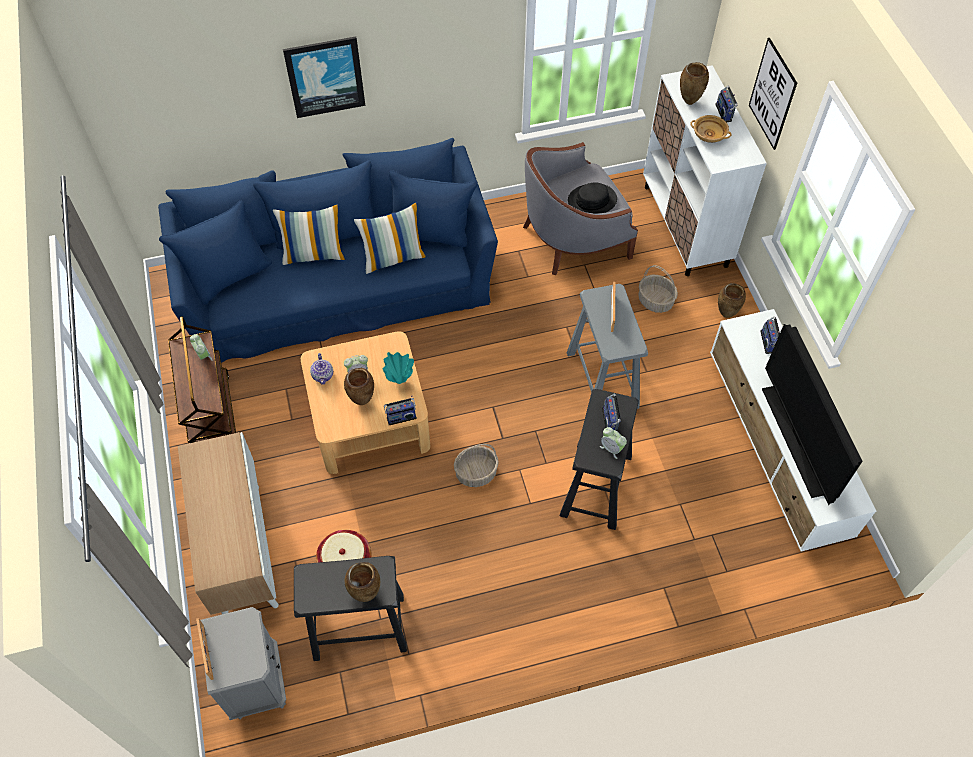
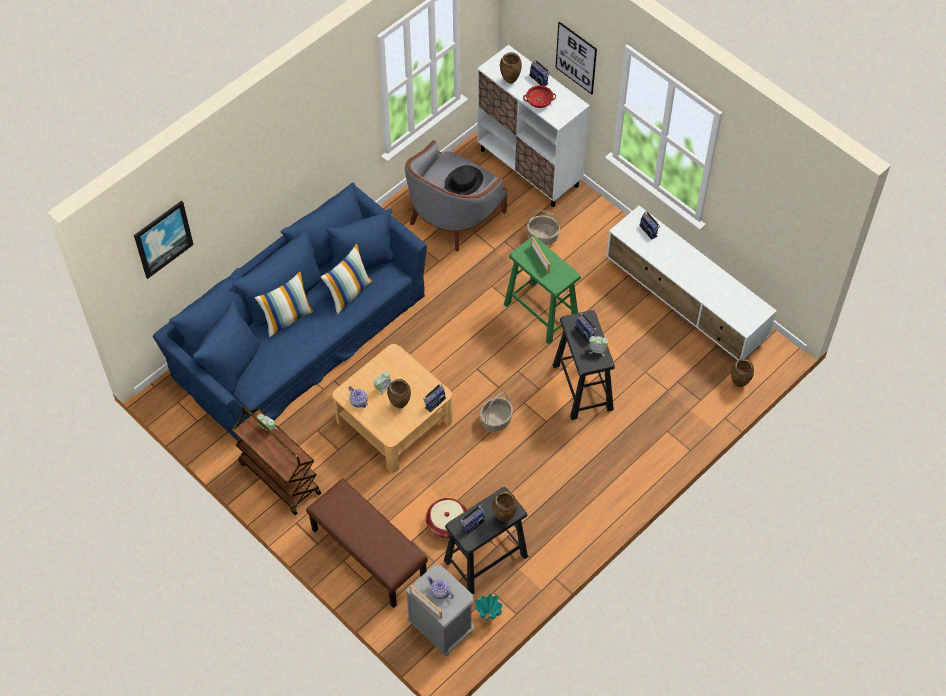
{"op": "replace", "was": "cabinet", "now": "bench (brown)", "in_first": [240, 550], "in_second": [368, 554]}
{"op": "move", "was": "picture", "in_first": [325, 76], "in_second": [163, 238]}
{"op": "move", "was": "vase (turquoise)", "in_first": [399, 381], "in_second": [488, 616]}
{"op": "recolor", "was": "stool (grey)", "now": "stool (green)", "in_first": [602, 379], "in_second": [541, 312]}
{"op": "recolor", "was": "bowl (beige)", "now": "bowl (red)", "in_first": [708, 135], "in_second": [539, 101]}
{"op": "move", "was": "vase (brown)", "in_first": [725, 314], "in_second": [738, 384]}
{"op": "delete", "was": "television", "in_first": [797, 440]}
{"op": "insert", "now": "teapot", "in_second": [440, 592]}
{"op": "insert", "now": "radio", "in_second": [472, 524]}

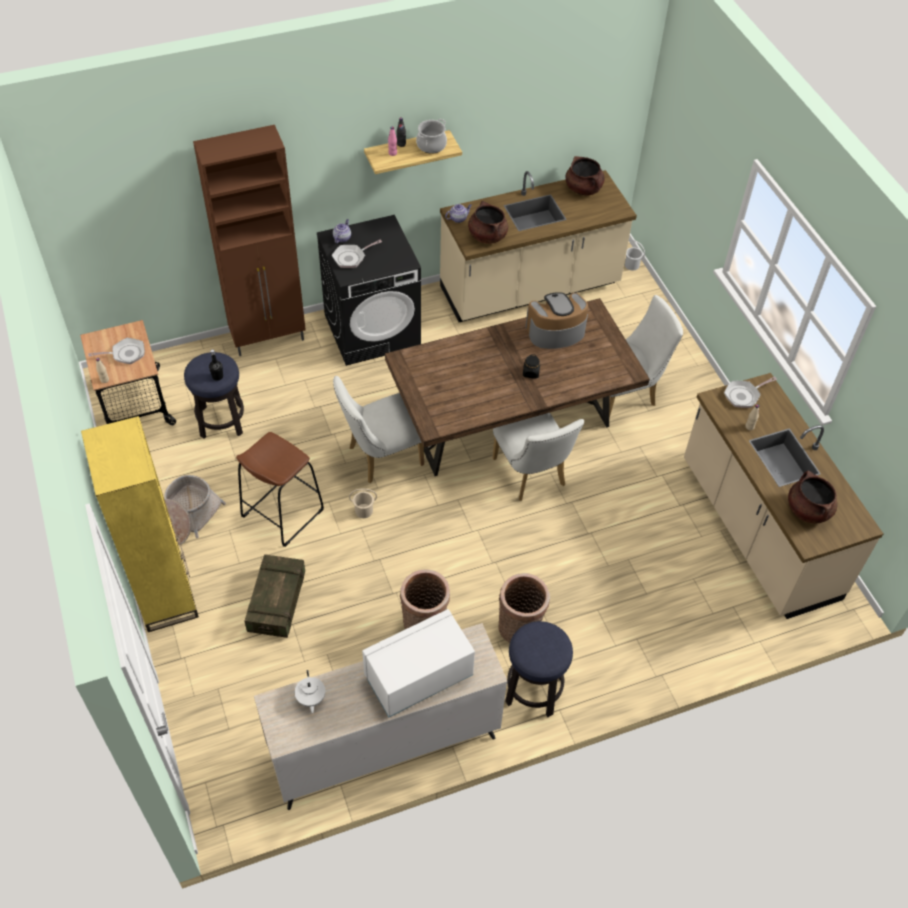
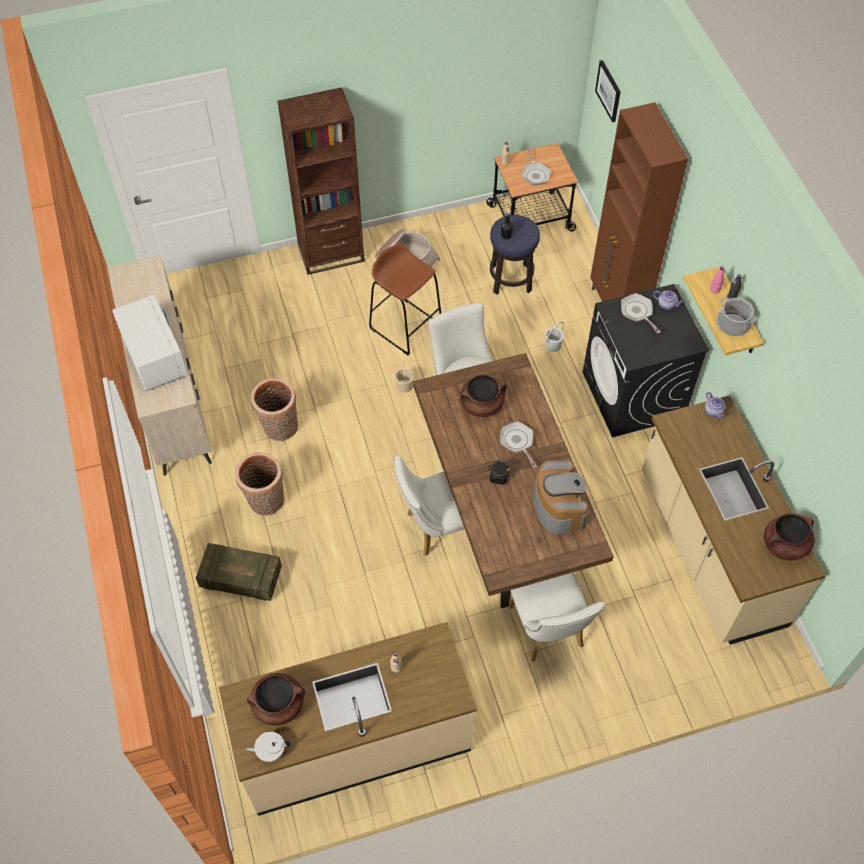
{"op": "recolor", "was": "bookcase (yellow)", "now": "bookcase (brown)", "in_first": [166, 594], "in_second": [331, 253]}
{"op": "move", "was": "crate", "in_first": [277, 603], "in_second": [241, 578]}
{"op": "move", "was": "teapot (white)", "in_first": [310, 698], "in_second": [270, 750]}
{"op": "move", "was": "cooking pot (brown)", "in_first": [487, 236], "in_second": [482, 404]}
{"op": "delete", "was": "stool", "in_first": [533, 690]}
{"op": "move", "was": "bucket (white)", "in_first": [632, 265], "in_second": [553, 345]}
{"op": "move", "was": "frying pan", "in_first": [744, 395], "in_second": [517, 442]}
{"op": "insert", "now": "picture", "in_second": [609, 91]}

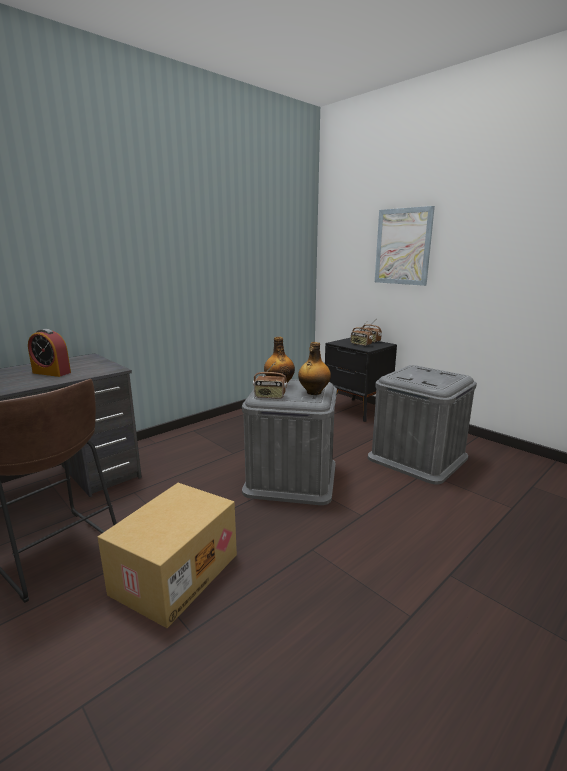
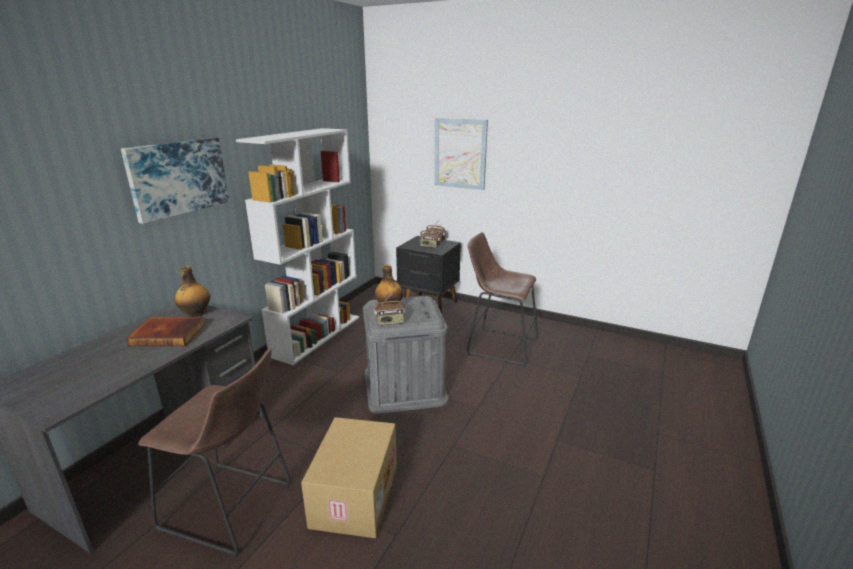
{"op": "replace", "was": "alarm clock", "now": "book", "in_first": [51, 373], "in_second": [169, 334]}
{"op": "move", "was": "bottle", "in_first": [313, 392], "in_second": [195, 314]}
{"op": "replace", "was": "storage box (grey)", "now": "stool (brown)", "in_first": [417, 457], "in_second": [498, 345]}
{"op": "insert", "now": "picture", "in_second": [178, 177]}
{"op": "insert", "now": "bookcase (white)", "in_second": [317, 335]}

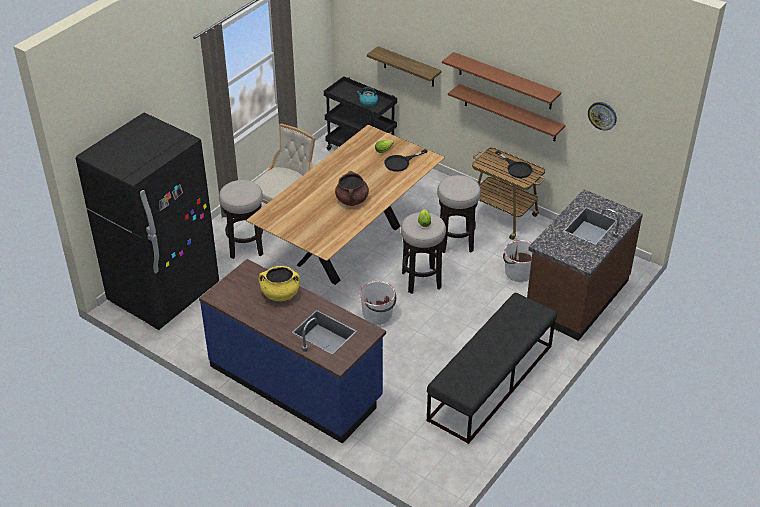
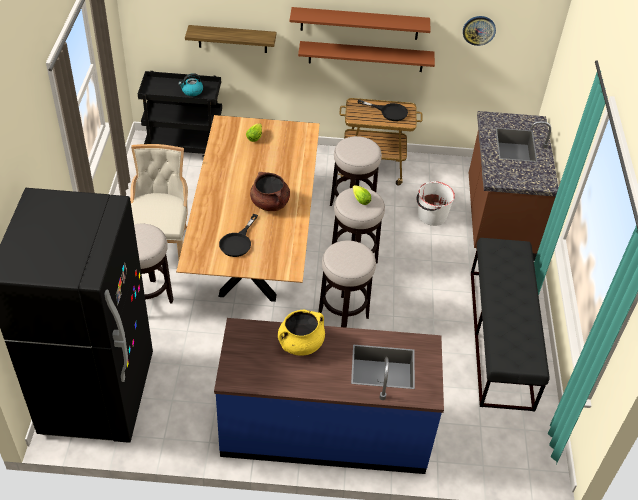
{"op": "replace", "was": "bucket (white)", "now": "stool", "in_first": [378, 315], "in_second": [343, 315]}
{"op": "move", "was": "frying pan (black)", "in_first": [401, 162], "in_second": [238, 242]}

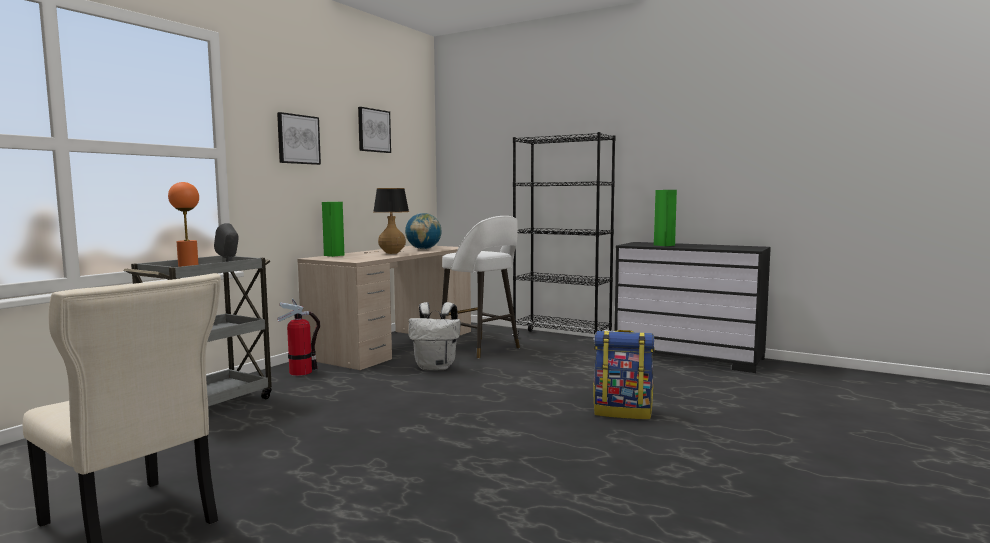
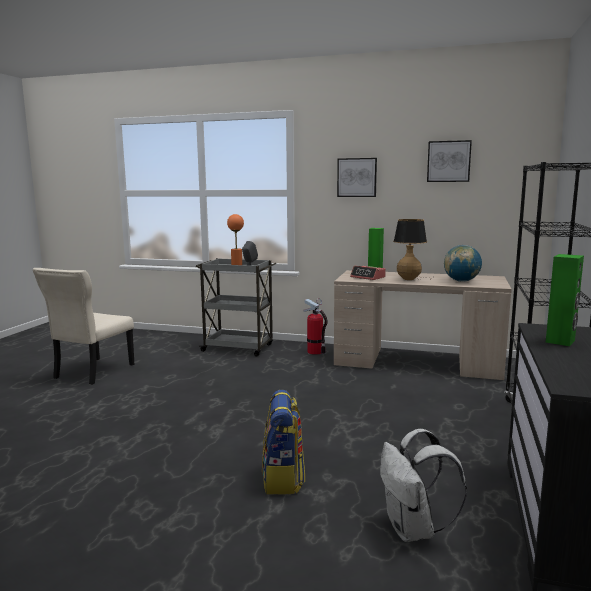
{"op": "move", "was": "backpack (white)", "in_first": [436, 367], "in_second": [413, 530]}
{"op": "delete", "was": "stool (white)", "in_first": [481, 348]}
{"op": "insert", "now": "alarm clock", "in_second": [368, 277]}

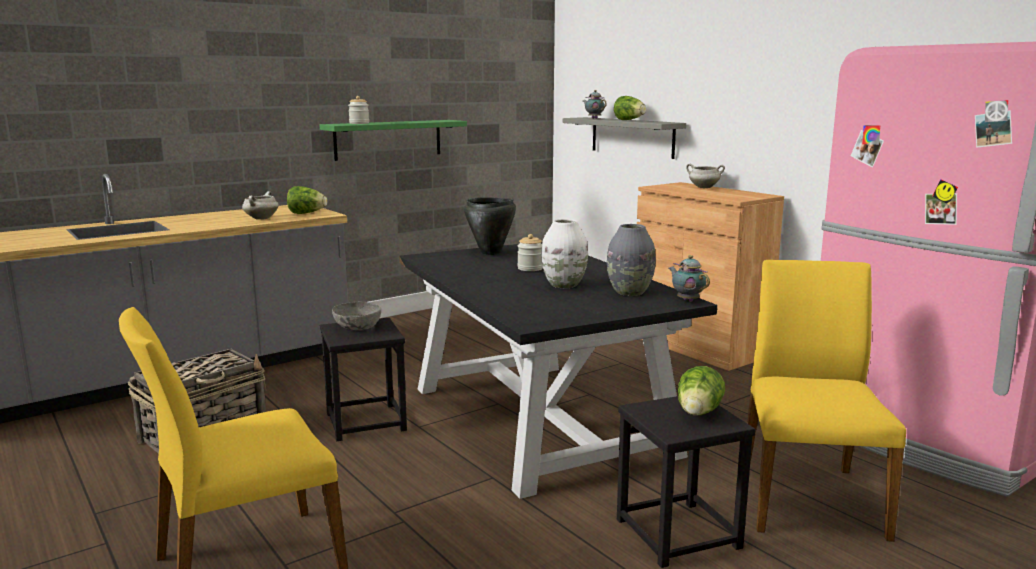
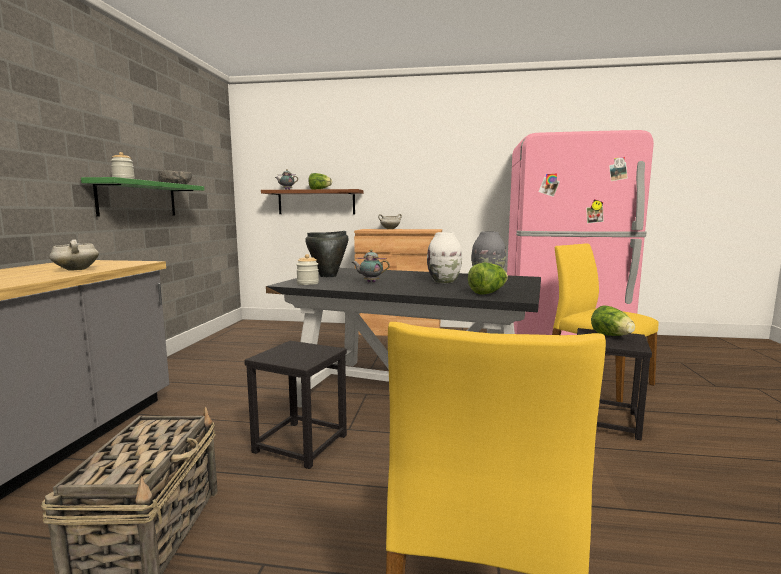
{"op": "move", "was": "lettuce", "in_first": [306, 213], "in_second": [488, 292]}
{"op": "move", "was": "bowl (grey)", "in_first": [357, 327], "in_second": [176, 184]}
{"op": "move", "was": "jar", "in_first": [530, 268], "in_second": [307, 283]}
{"op": "recolor", "was": "shelf (grey)", "now": "shelf (brown)", "in_first": [632, 137], "in_second": [316, 202]}
{"op": "move", "was": "teapot", "in_first": [687, 300], "in_second": [370, 282]}

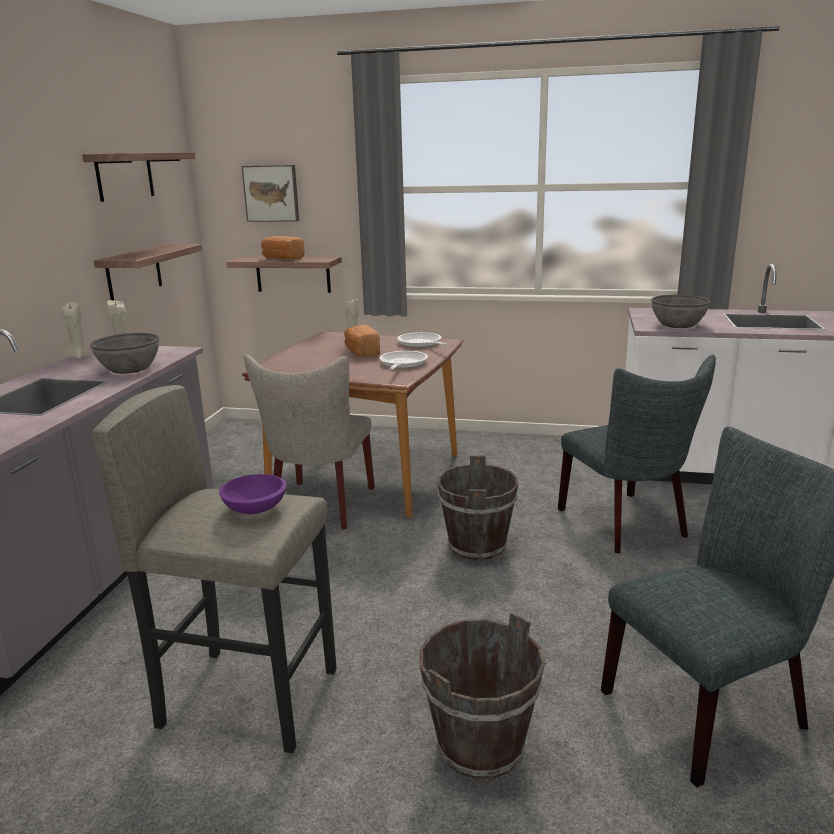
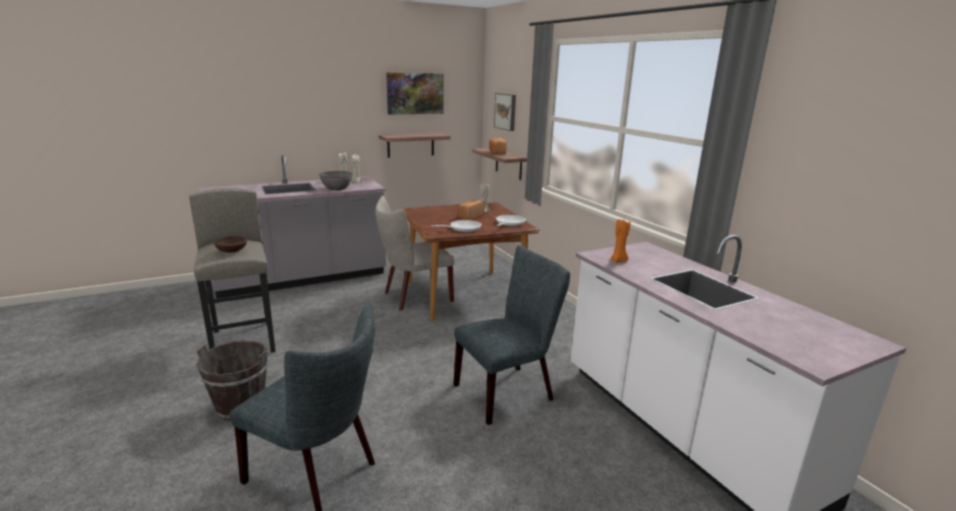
{"op": "replace", "was": "shelf", "now": "picture", "in_first": [125, 176], "in_second": [415, 93]}
{"op": "recolor", "was": "bowl (purple)", "now": "bowl (brown)", "in_first": [255, 509], "in_second": [231, 251]}
{"op": "delete", "was": "bucket (brown)", "in_first": [477, 546]}
{"op": "rotate", "was": "chair (grey)", "in_first": [627, 525], "in_second": [509, 391], "clockwise": -150}
{"op": "replace", "was": "bowl (grey)", "now": "candle (orange)", "in_first": [678, 325], "in_second": [619, 261]}

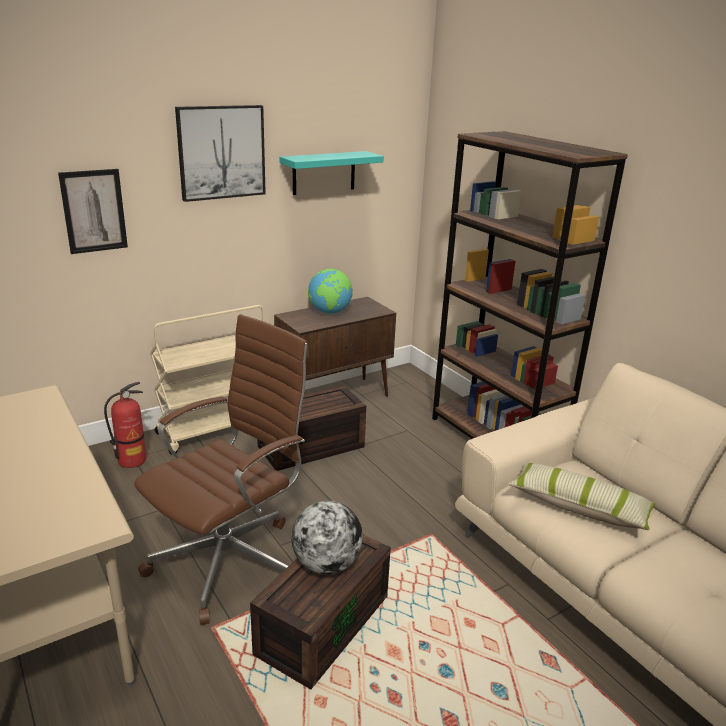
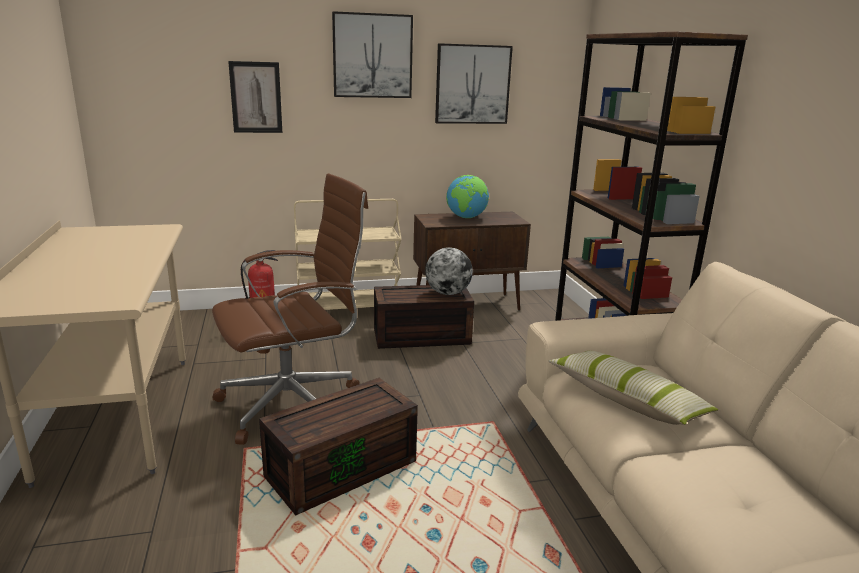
{"op": "replace", "was": "shelf (turquoise)", "now": "picture", "in_first": [324, 173], "in_second": [472, 84]}
{"op": "move", "was": "globe", "in_first": [326, 564], "in_second": [447, 293]}

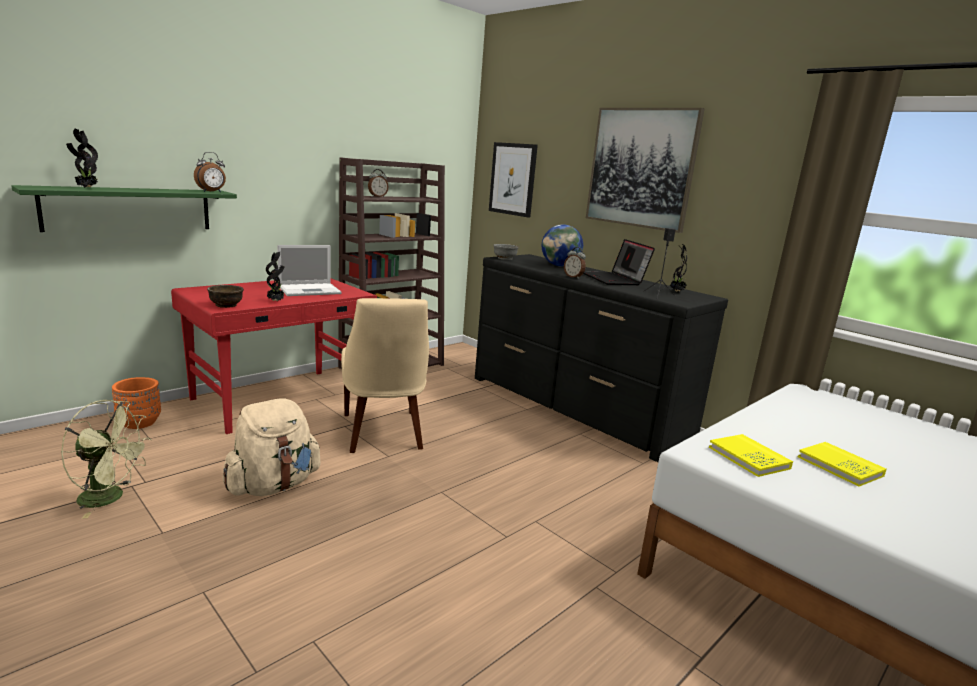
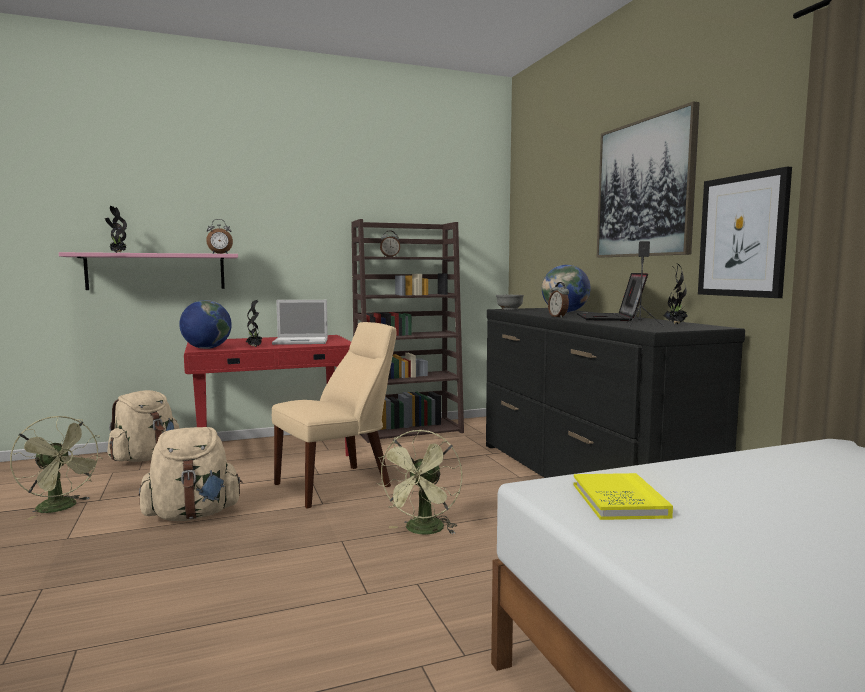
{"op": "recolor", "was": "shelf (green)", "now": "shelf (pink)", "in_first": [129, 209], "in_second": [156, 271]}
{"op": "replace", "was": "planter (orange)", "now": "backpack (beige)", "in_first": [139, 423], "in_second": [145, 458]}
{"op": "replace", "was": "bowl (brown)", "now": "globe", "in_first": [226, 305], "in_second": [206, 348]}
{"op": "rotate", "was": "chair (beige)", "in_first": [383, 433], "in_second": [338, 484], "clockwise": -135}
{"op": "move", "was": "picture", "in_first": [513, 179], "in_second": [743, 236]}
{"op": "delete", "was": "book (yellow)", "in_first": [839, 466]}
{"op": "insert", "now": "fan (green)", "in_second": [423, 531]}

